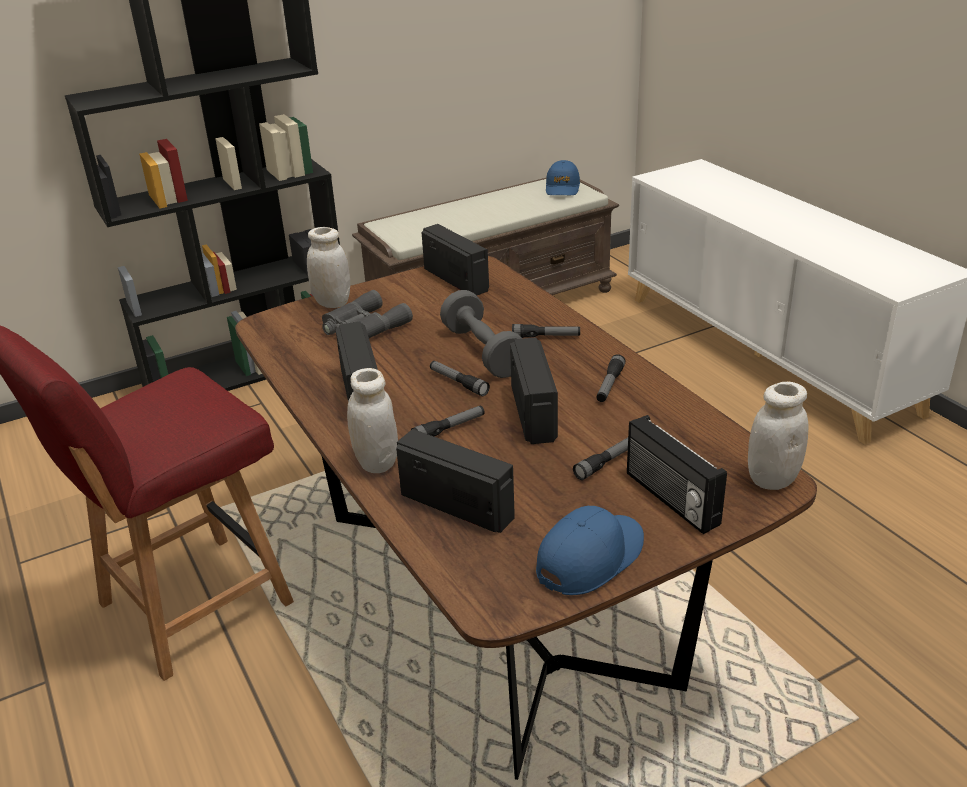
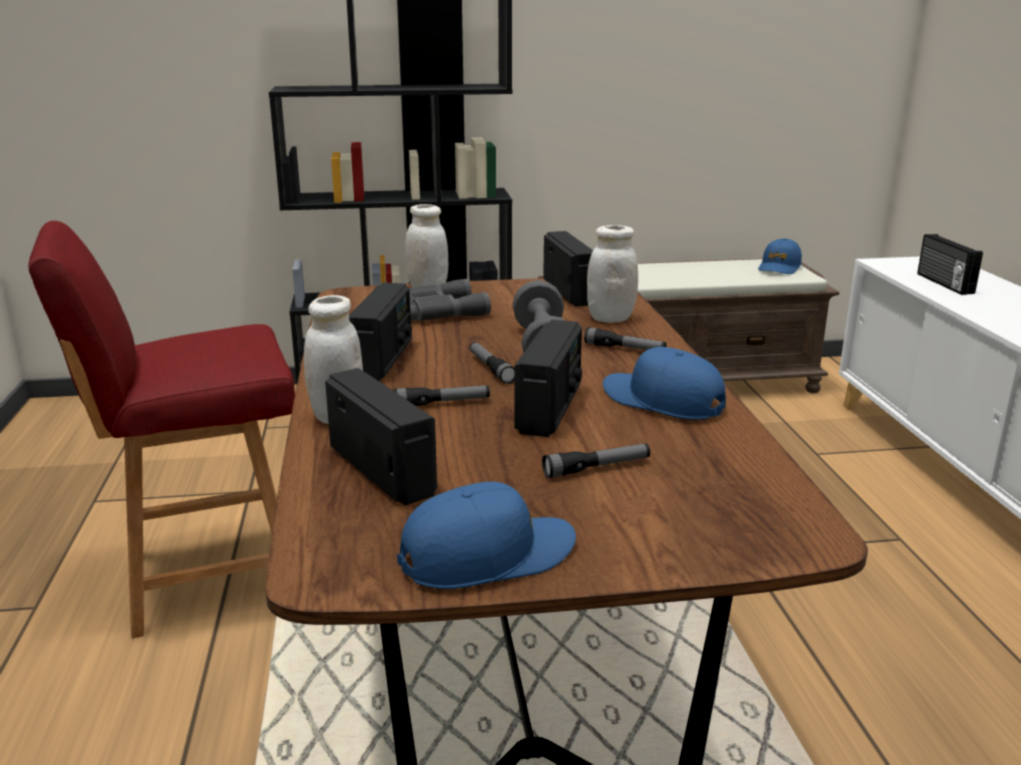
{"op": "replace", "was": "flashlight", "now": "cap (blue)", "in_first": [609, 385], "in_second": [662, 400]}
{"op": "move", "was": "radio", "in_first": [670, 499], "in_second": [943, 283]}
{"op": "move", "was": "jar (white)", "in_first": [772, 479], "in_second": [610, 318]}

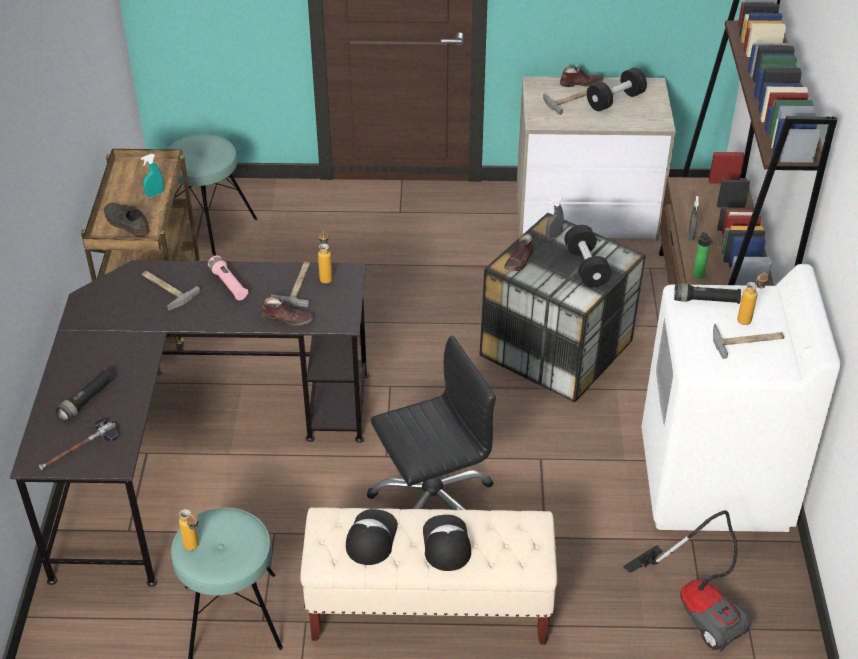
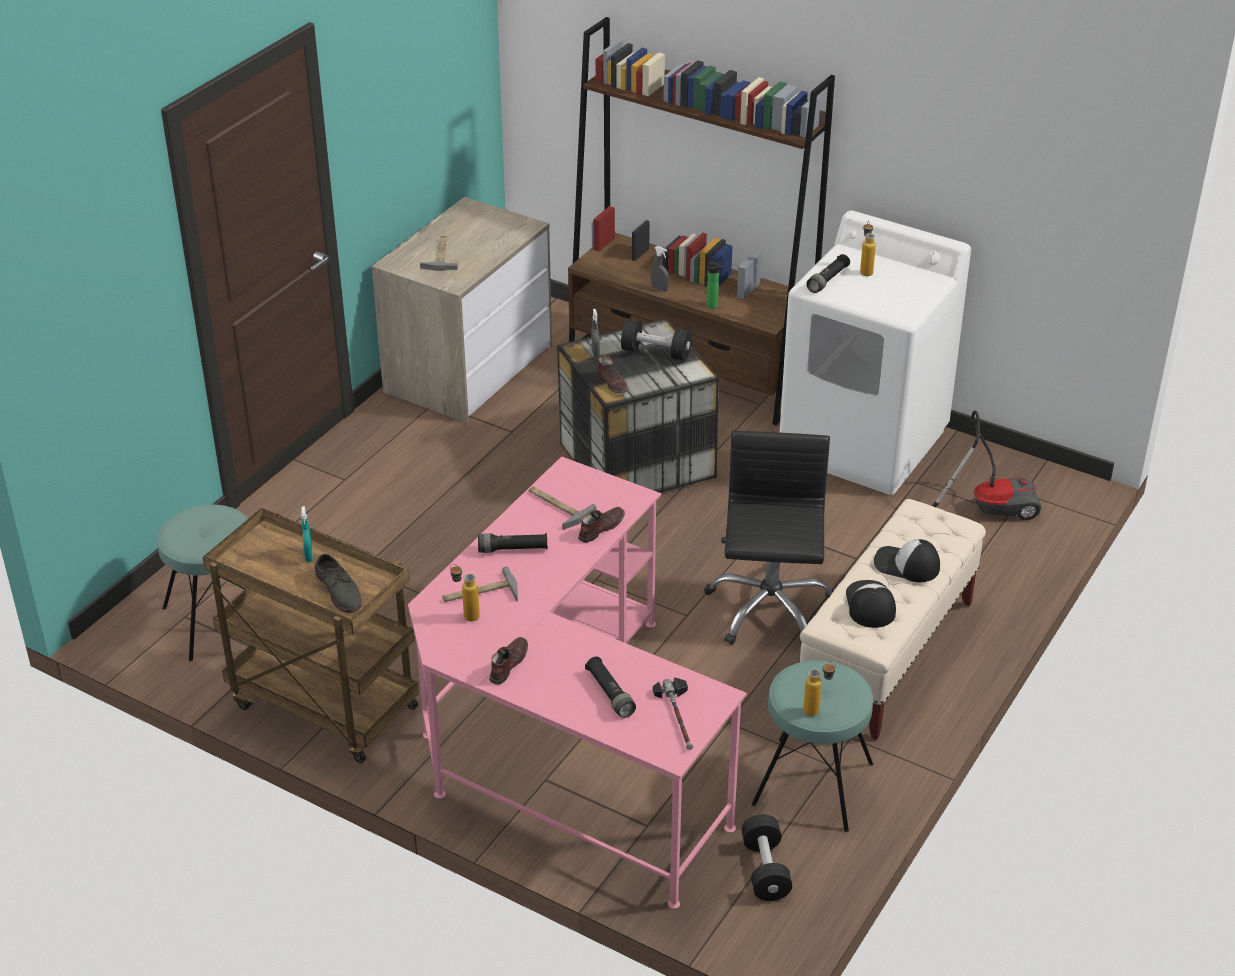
{"op": "recolor", "was": "desk (black)", "now": "desk (pink)", "in_first": [192, 446], "in_second": [564, 742]}
{"op": "rotate", "was": "shoe (grey)", "in_first": [126, 223], "in_second": [339, 590], "clockwise": -105}
{"op": "recolor", "was": "flashlight (pink)", "now": "flashlight (black)", "in_first": [228, 284], "in_second": [513, 549]}
{"op": "move", "was": "bottle", "in_first": [326, 276], "in_second": [465, 615]}
{"op": "rotate", "was": "cap", "in_first": [371, 537], "in_second": [869, 605], "clockwise": 45}
{"op": "move", "was": "shoe (brown)", "in_first": [581, 83], "in_second": [508, 664]}
{"op": "move", "was": "dumbbell (black)", "in_first": [615, 100], "in_second": [765, 870]}
{"op": "delete", "was": "hammer", "in_first": [748, 340]}

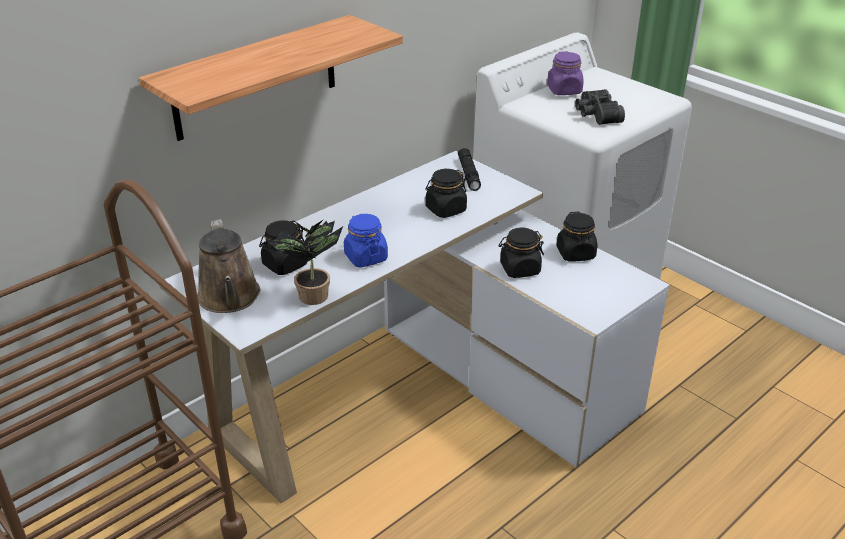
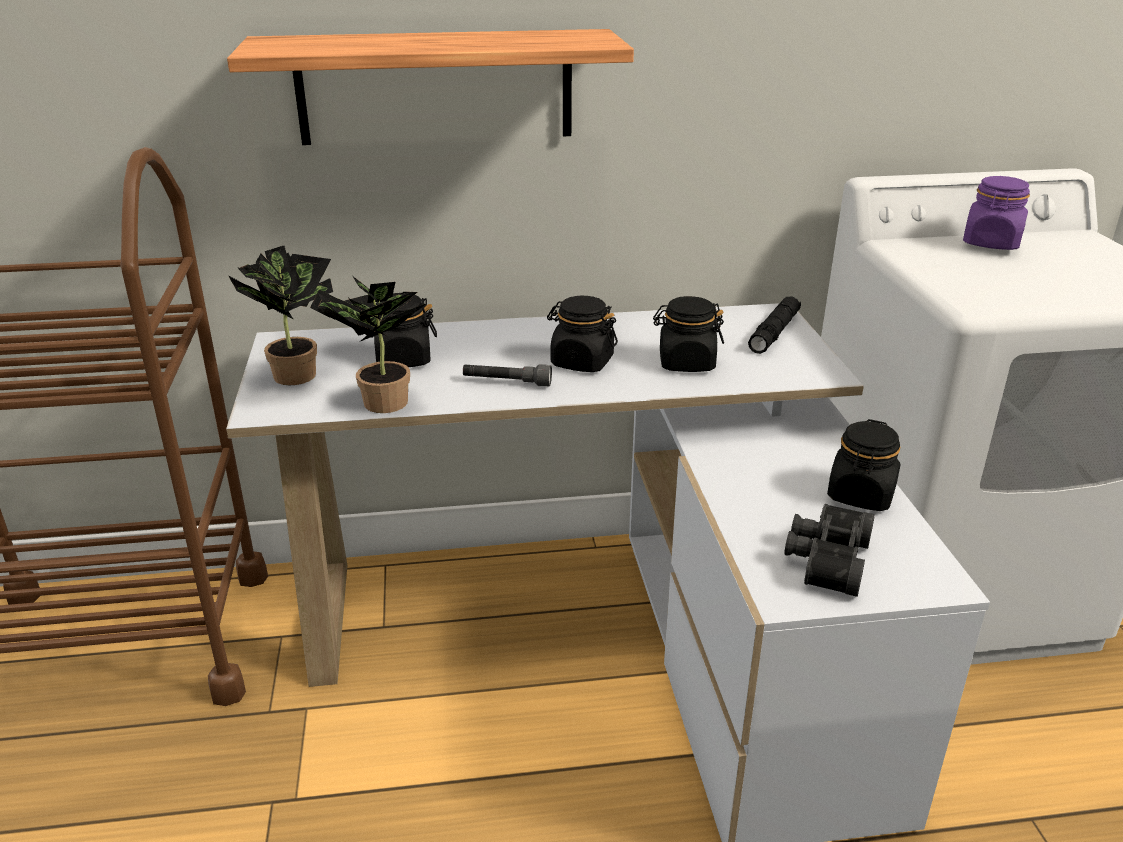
{"op": "replace", "was": "watering can (brown)", "now": "potted plant", "in_first": [230, 298], "in_second": [296, 372]}
{"op": "replace", "was": "jar (blue)", "now": "flashlight (grey)", "in_first": [365, 257], "in_second": [507, 382]}
{"op": "move", "was": "jar (black)", "in_first": [519, 269], "in_second": [581, 362]}
{"op": "move", "was": "binoculars (black)", "in_first": [595, 115], "in_second": [825, 559]}

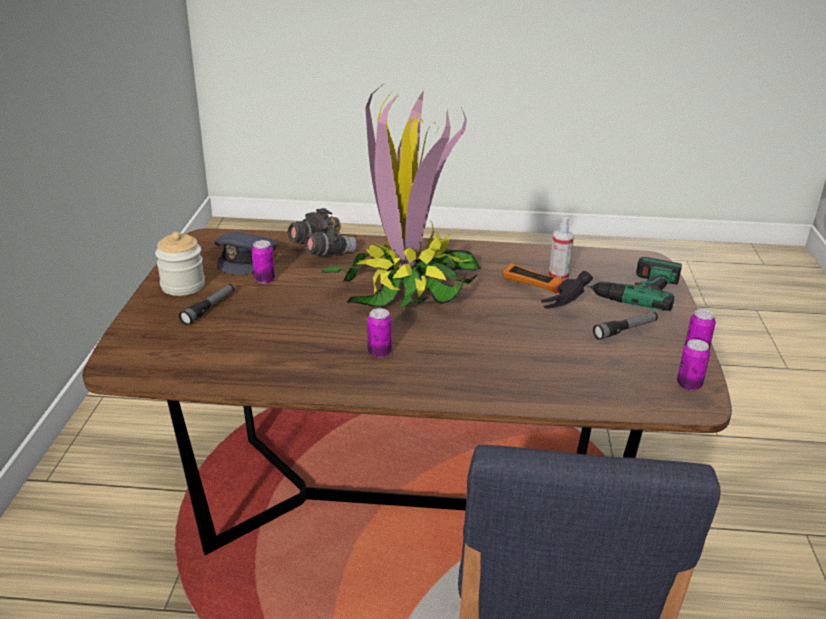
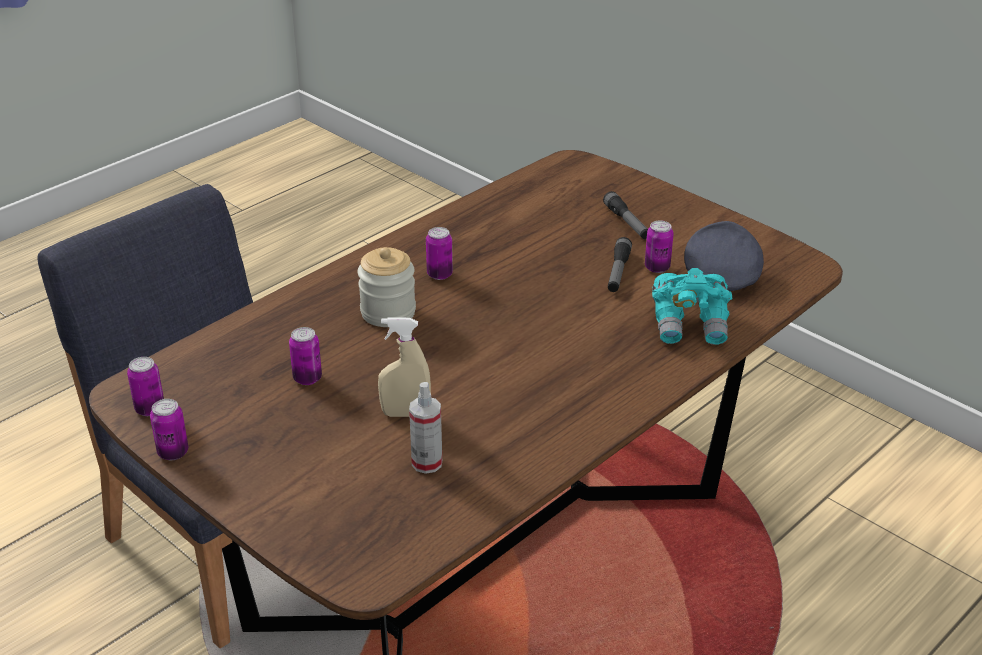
{"op": "move", "was": "jar", "in_first": [183, 286], "in_second": [388, 312]}
{"op": "rotate", "was": "cap (grey)", "in_first": [246, 259], "in_second": [721, 273], "clockwise": 45}
{"op": "recolor", "was": "binoculars (grey)", "now": "binoculars (turquoise)", "in_first": [321, 251], "in_second": [690, 325]}
{"op": "delete", "was": "potted plant", "in_first": [408, 286]}
{"op": "replace", "was": "hammer", "now": "spray bottle (beige)", "in_first": [535, 298], "in_second": [405, 413]}
{"op": "delete", "was": "power drill", "in_first": [626, 288]}
{"op": "move", "was": "flashlight", "in_first": [625, 330], "in_second": [618, 272]}
{"op": "insert", "now": "can", "in_second": [307, 378]}

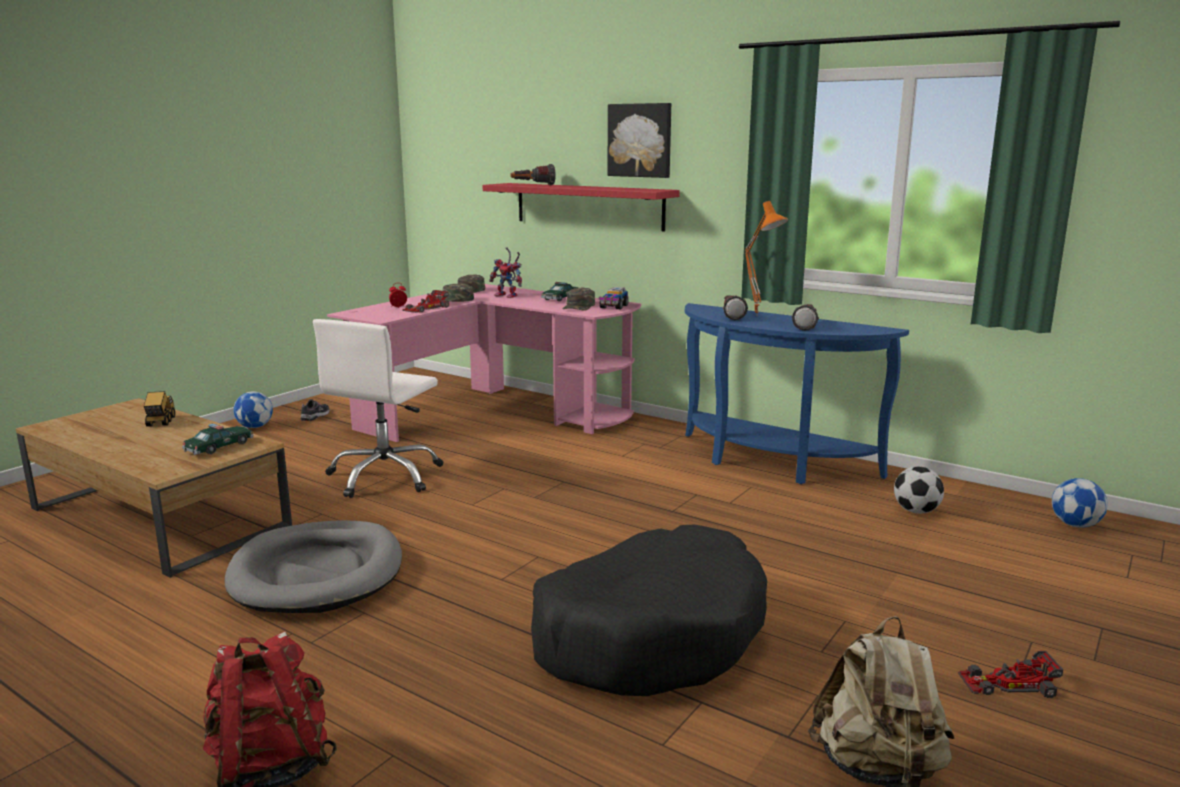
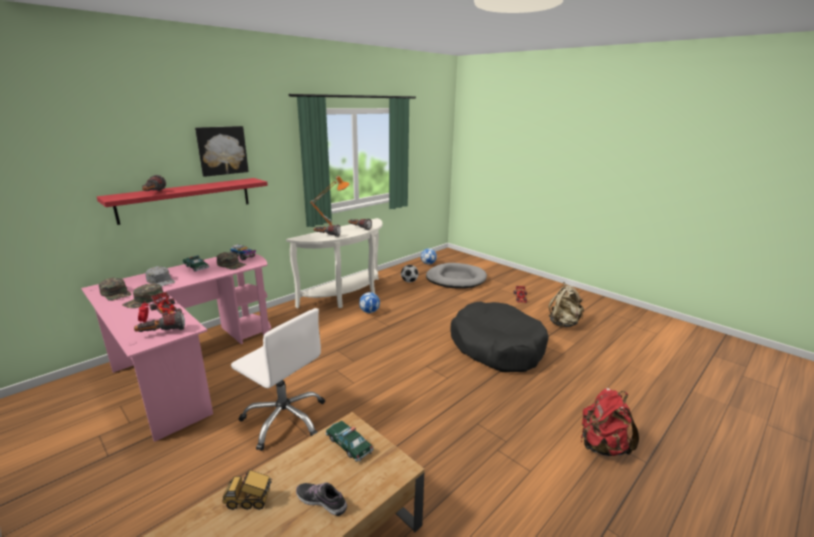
{"op": "move", "was": "dog bed (grey)", "in_first": [317, 573], "in_second": [456, 279]}
{"op": "move", "was": "football", "in_first": [255, 427], "in_second": [369, 312]}
{"op": "move", "was": "shoe", "in_first": [316, 416], "in_second": [321, 501]}
{"op": "replace", "was": "toy robot", "now": "cap (grey)", "in_first": [508, 296], "in_second": [161, 281]}
{"op": "recolor", "was": "console table (blue)", "now": "console table (white)", "in_first": [769, 463], "in_second": [347, 296]}
{"op": "insert", "now": "flashlight", "in_second": [162, 333]}

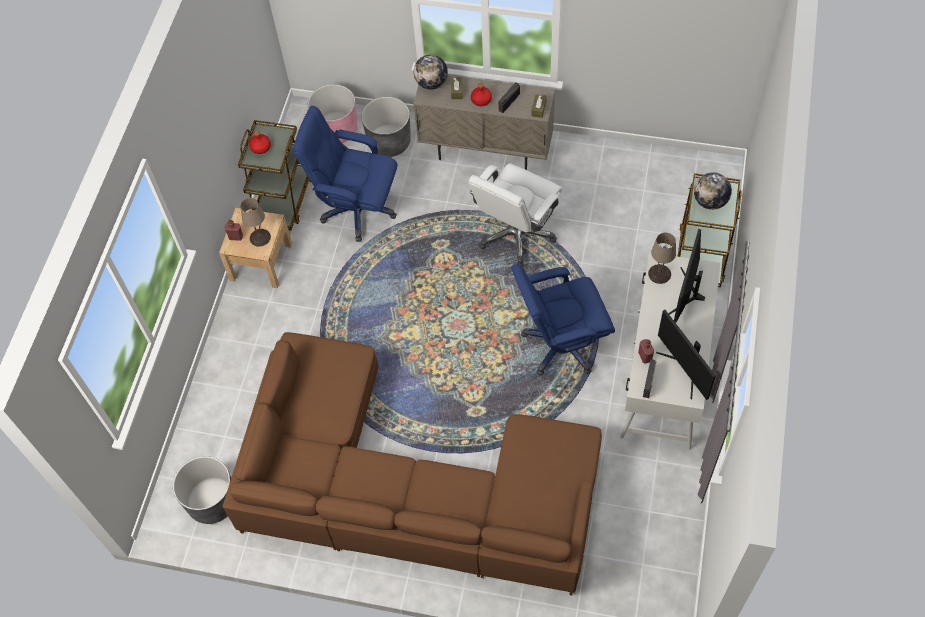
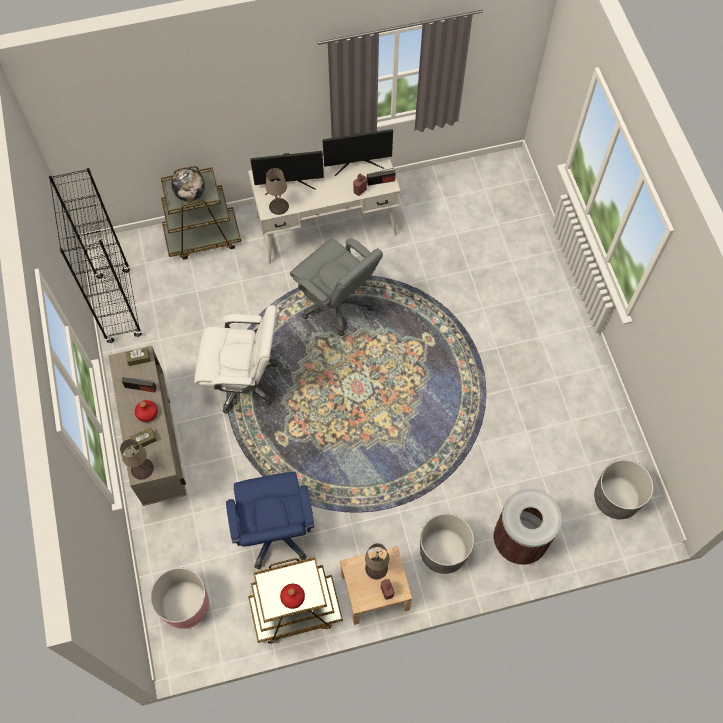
{"op": "delete", "was": "sofa (brown)", "in_first": [408, 487]}
{"op": "move", "was": "planter (grey)", "in_first": [389, 142], "in_second": [443, 551]}
{"op": "replace", "was": "globe", "now": "table lamp (beige)", "in_first": [431, 83], "in_second": [142, 469]}
{"op": "recolor", "was": "office chair (blue)", "now": "office chair (grey)", "in_first": [561, 345], "in_second": [337, 304]}
{"op": "rotate", "was": "monitor", "in_first": [684, 369], "in_second": [357, 163], "clockwise": 45}
{"op": "insert", "now": "bookcase (black)", "in_second": [119, 306]}
{"op": "insert", "now": "trash can (brown)", "in_second": [519, 540]}

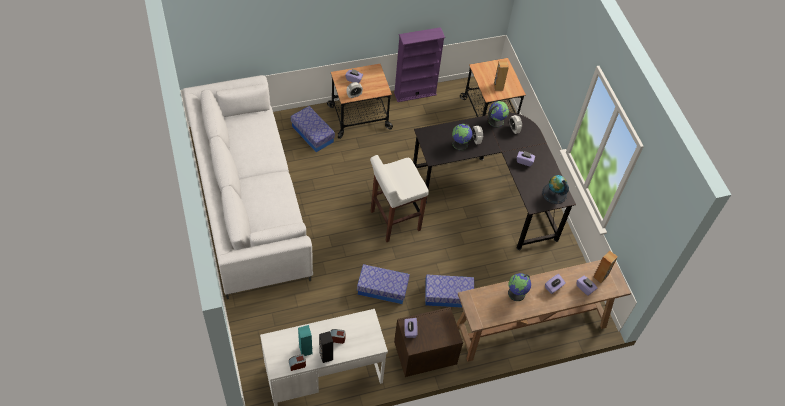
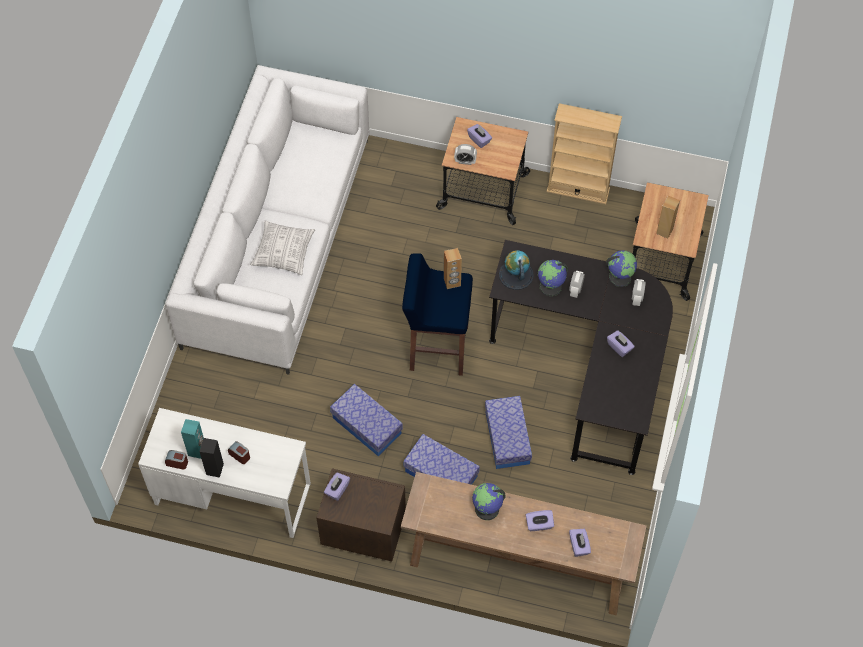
{"op": "move", "was": "storage box", "in_first": [312, 134], "in_second": [507, 438]}
{"op": "recolor", "was": "stool (white)", "now": "stool (blue)", "in_first": [394, 221], "in_second": [437, 348]}
{"op": "recolor", "was": "bookcase (purple)", "now": "bookcase (beige)", "in_first": [415, 93], "in_second": [578, 189]}
{"op": "move", "was": "globe", "in_first": [554, 193], "in_second": [516, 274]}
{"op": "move", "was": "speaker (brown)", "in_first": [600, 277], "in_second": [452, 282]}
{"op": "insert", "now": "pillow", "in_second": [284, 252]}

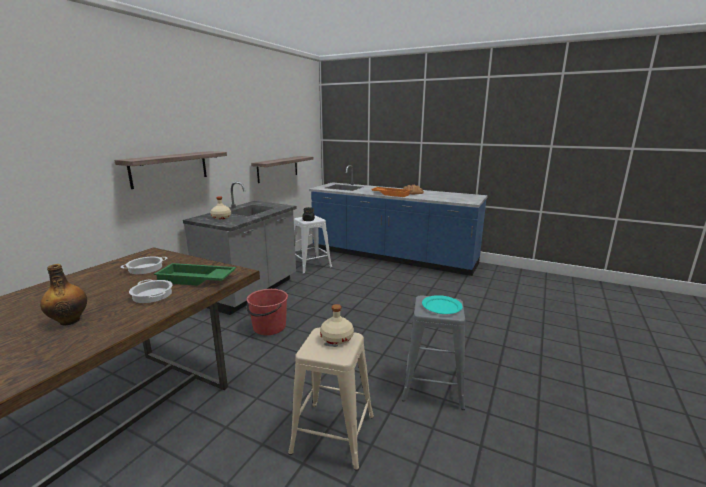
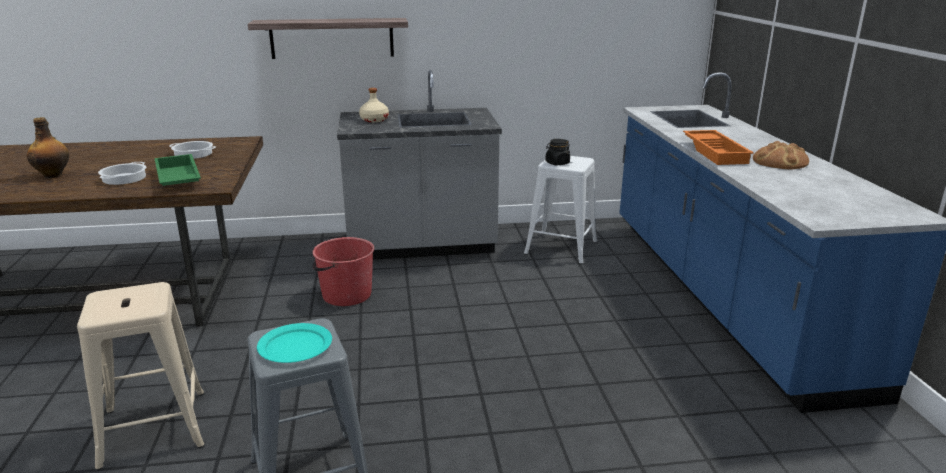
{"op": "delete", "was": "shelf", "in_first": [278, 169]}
{"op": "delete", "was": "bottle (beige)", "in_first": [337, 338]}

